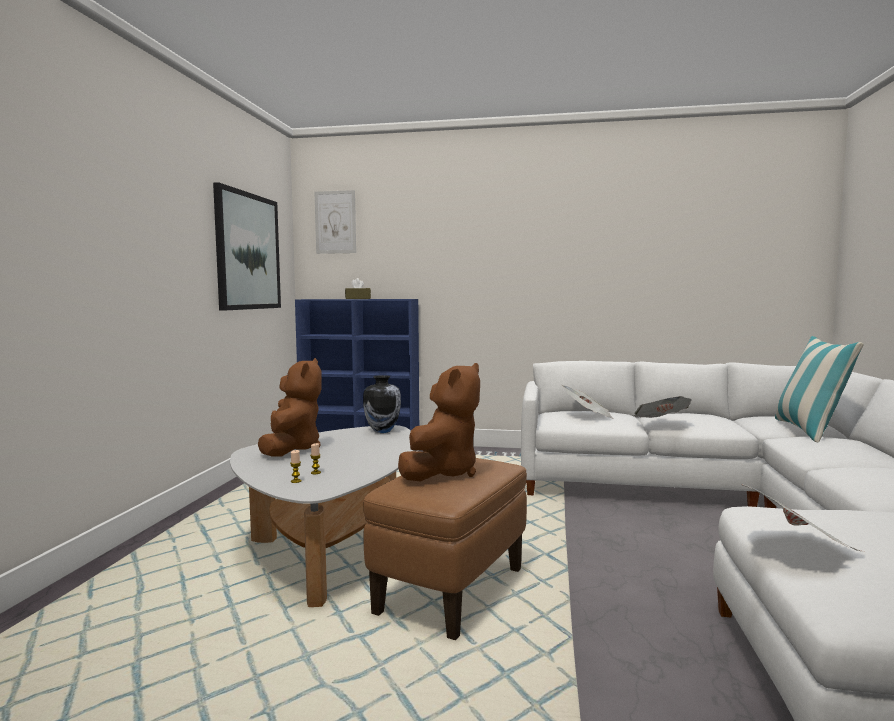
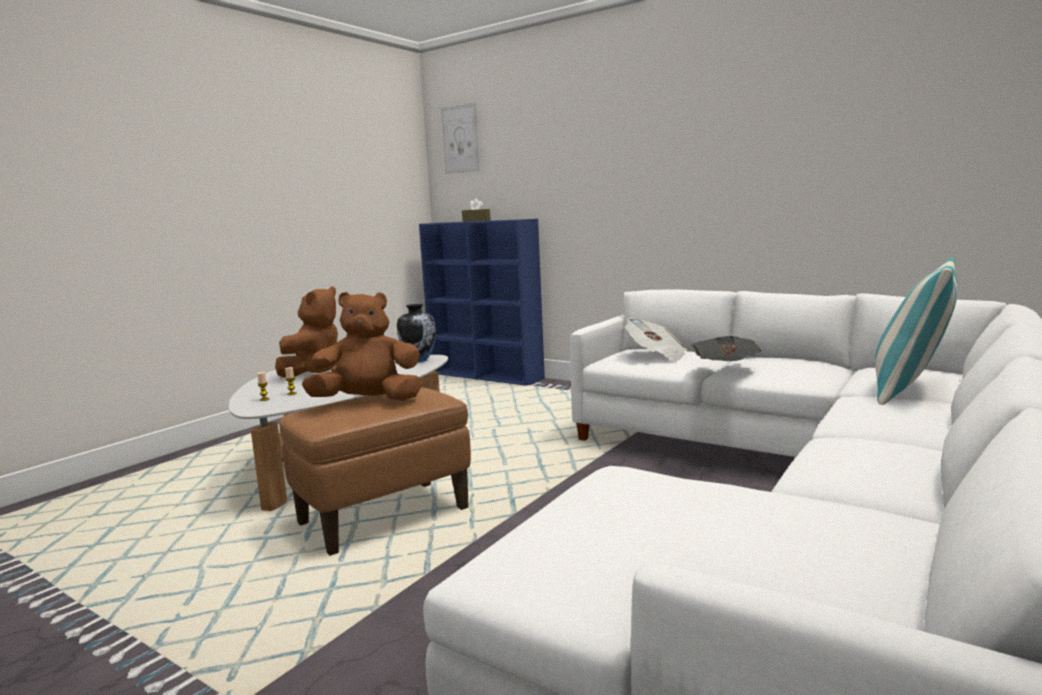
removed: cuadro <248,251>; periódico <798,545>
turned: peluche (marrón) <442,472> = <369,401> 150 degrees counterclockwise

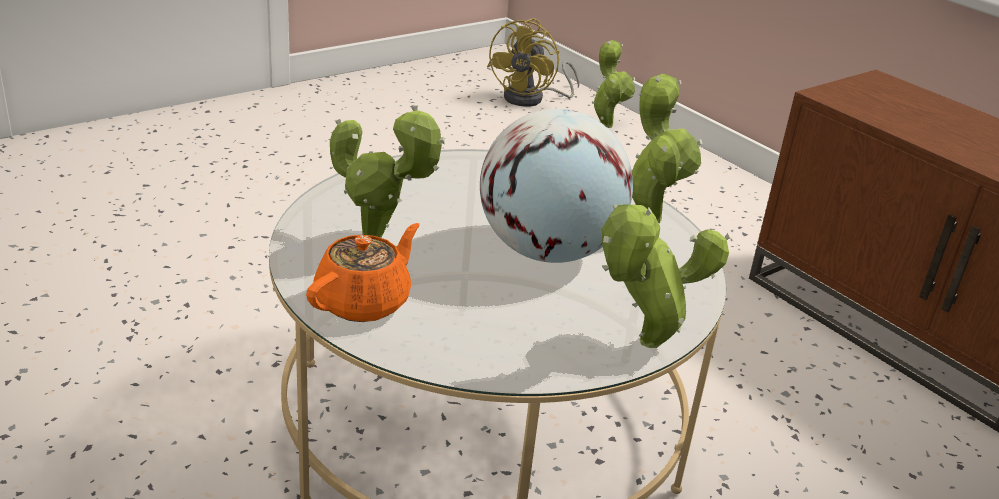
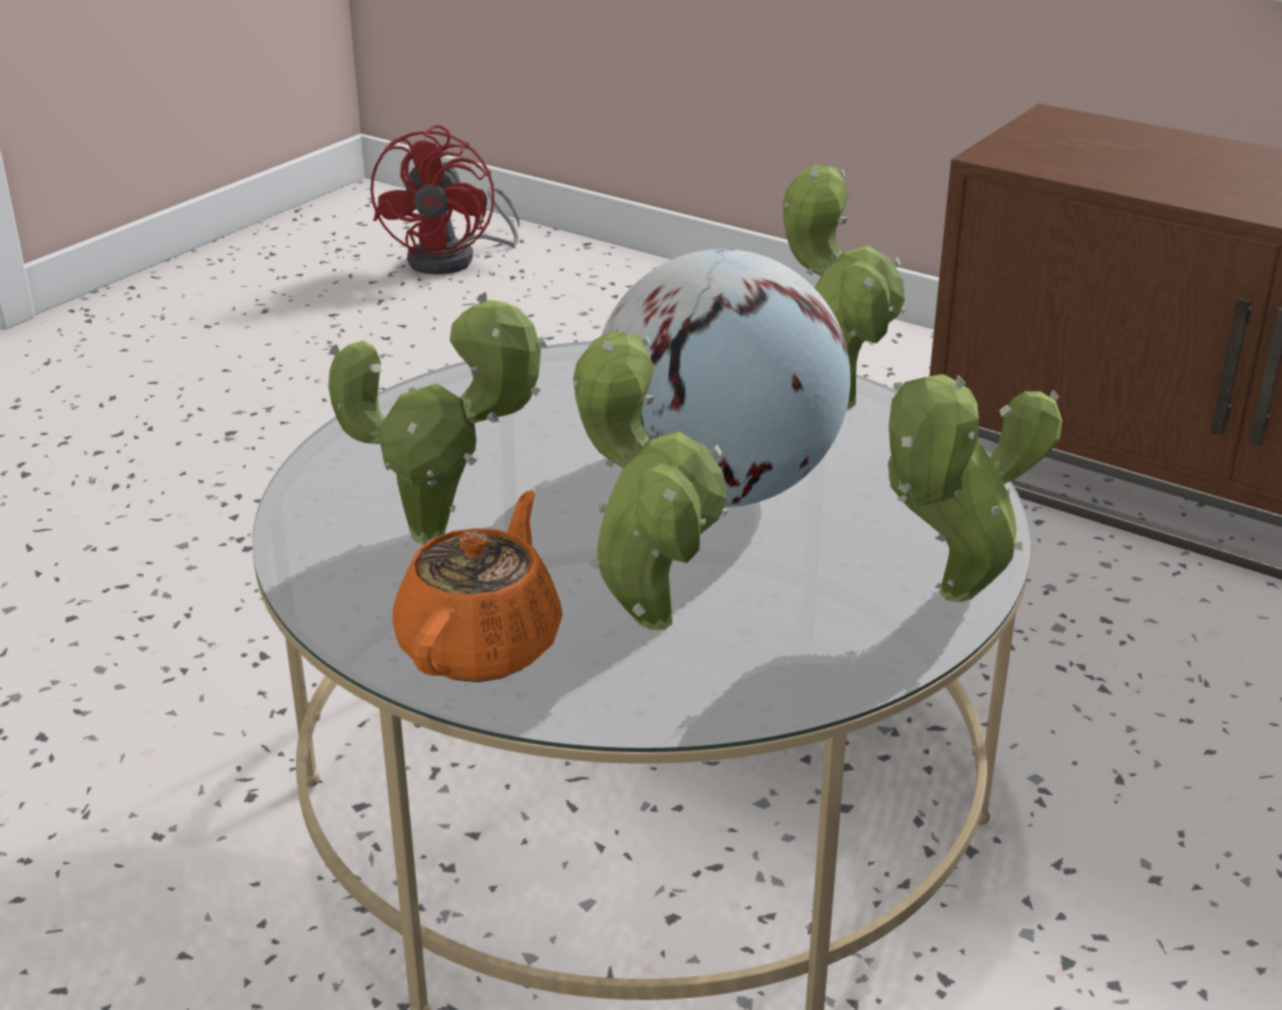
moved: planta en maceta <606,123> to <648,613>
recoloured: ventilador (amarillo) <532,99> to ventilador (rojo) <454,259>

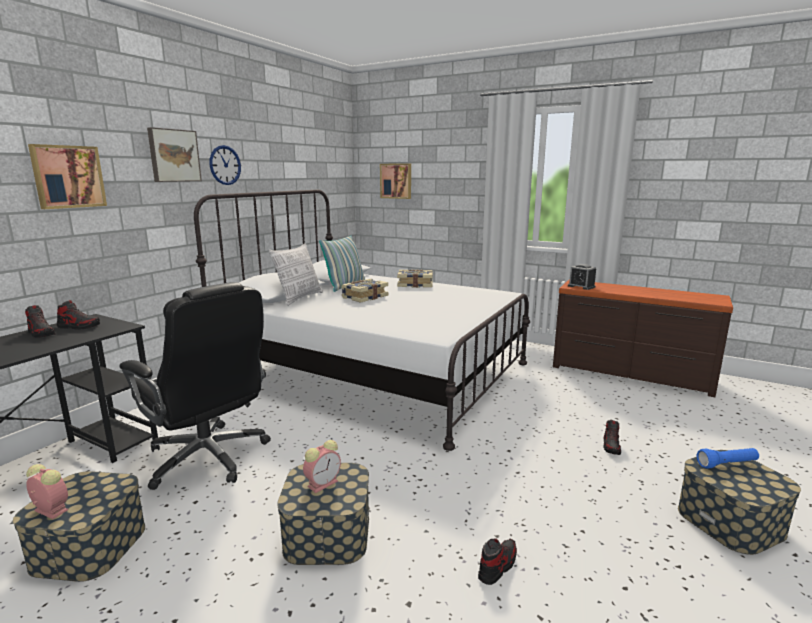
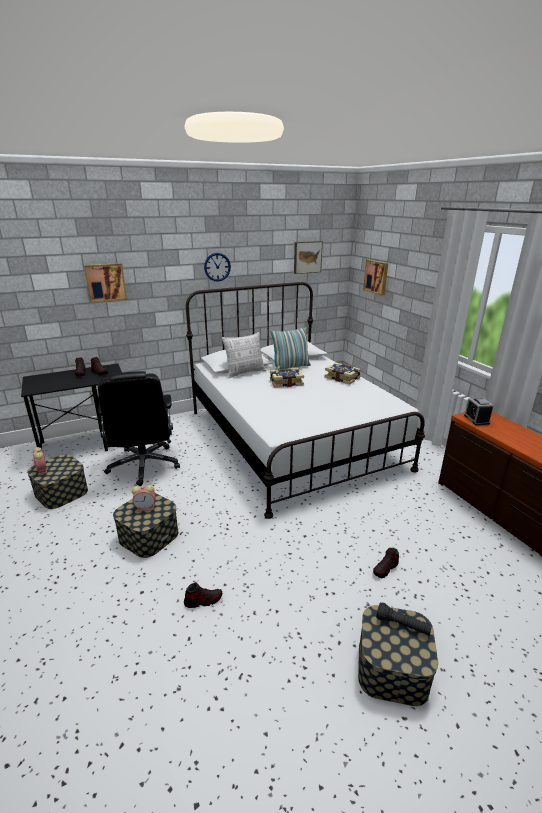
moved: cuadro <173,155> to <307,257>
recoloured: linterna (azul) <727,464> to linterna (negro) <402,625>

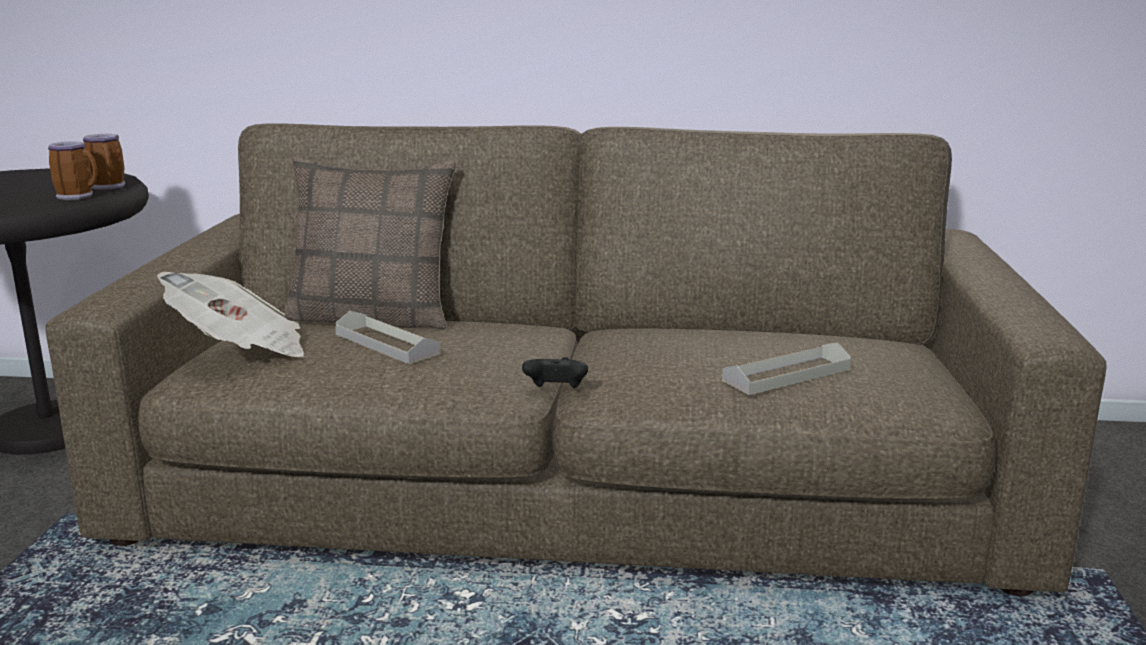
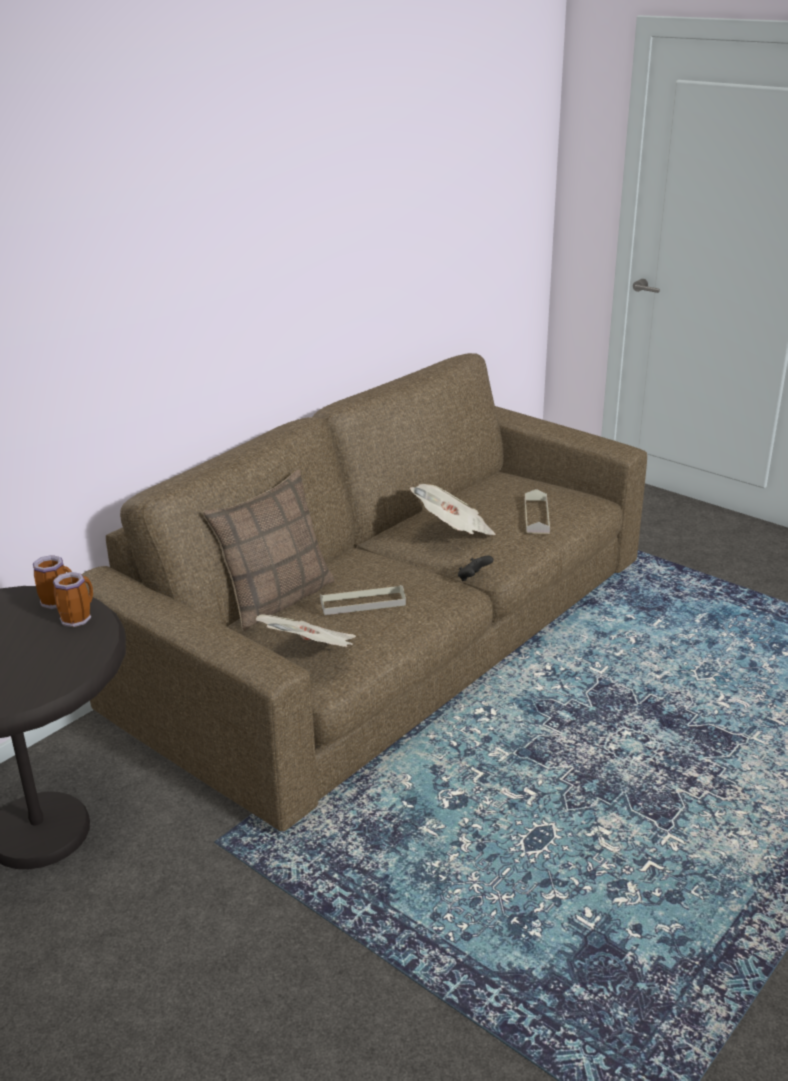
added: periódico <453,530>

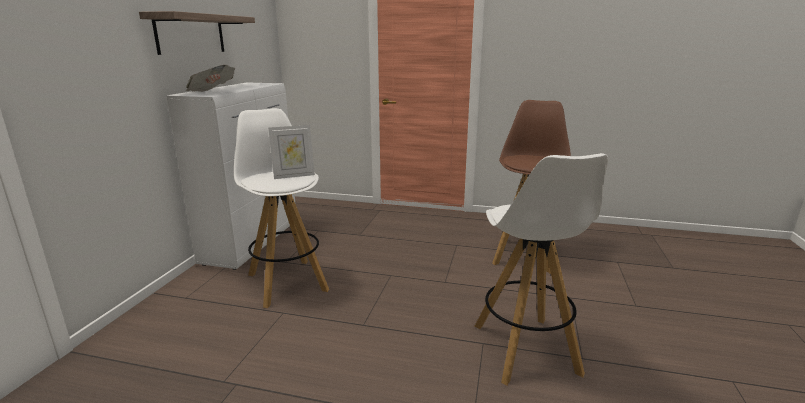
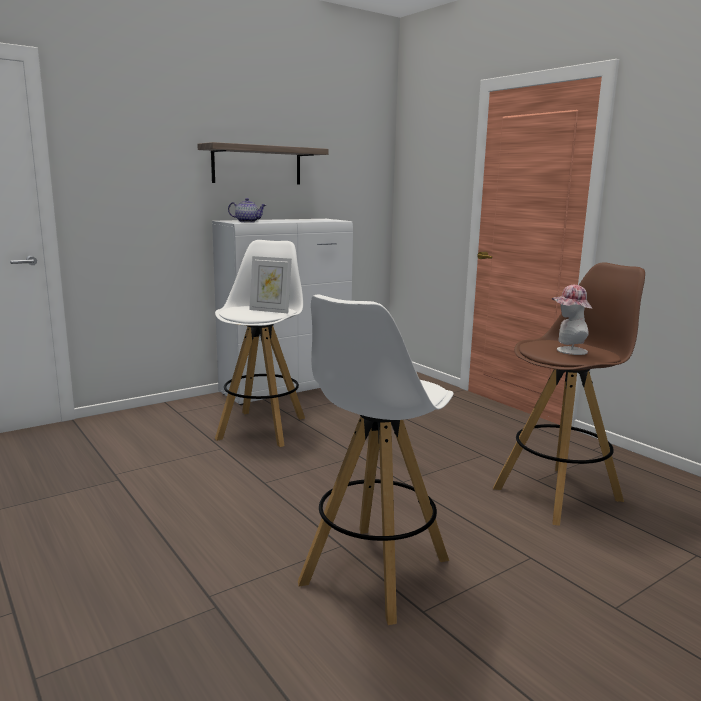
added: sombrero <567,351>
replaced: periódico <212,93> to tetera <247,222>

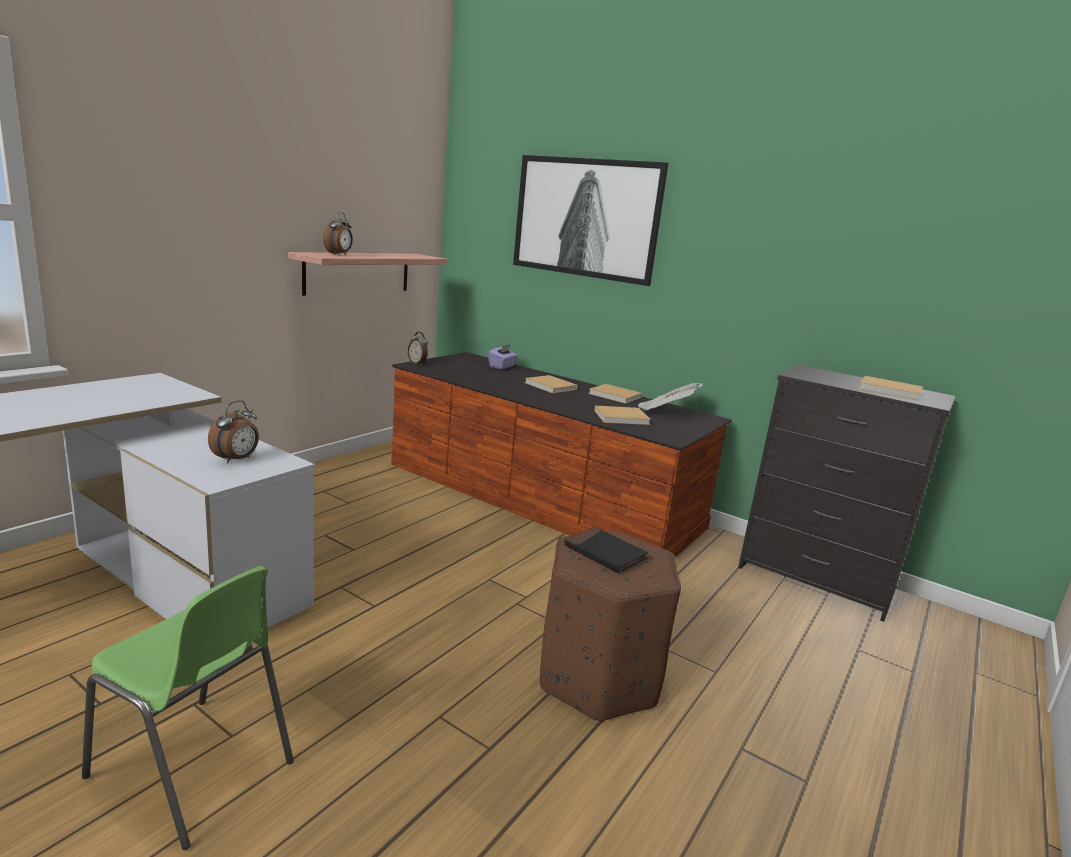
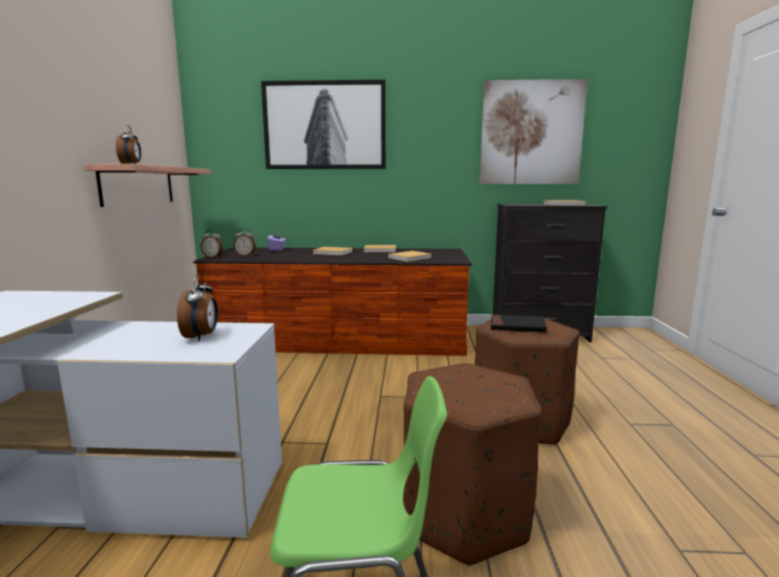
removed: periódico <665,411>
added: cuadro <531,133>; despertador <245,255>; puf (marrón) <464,515>

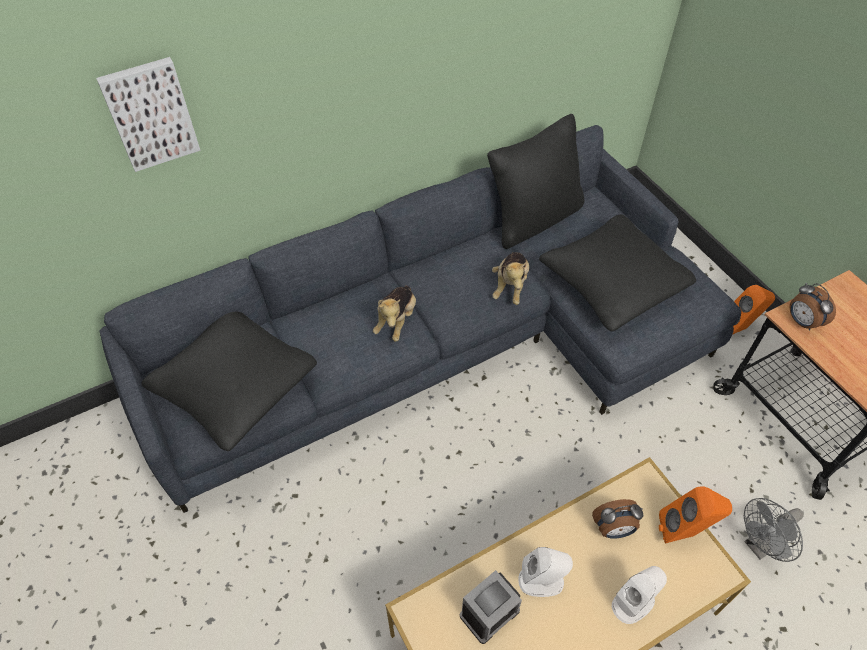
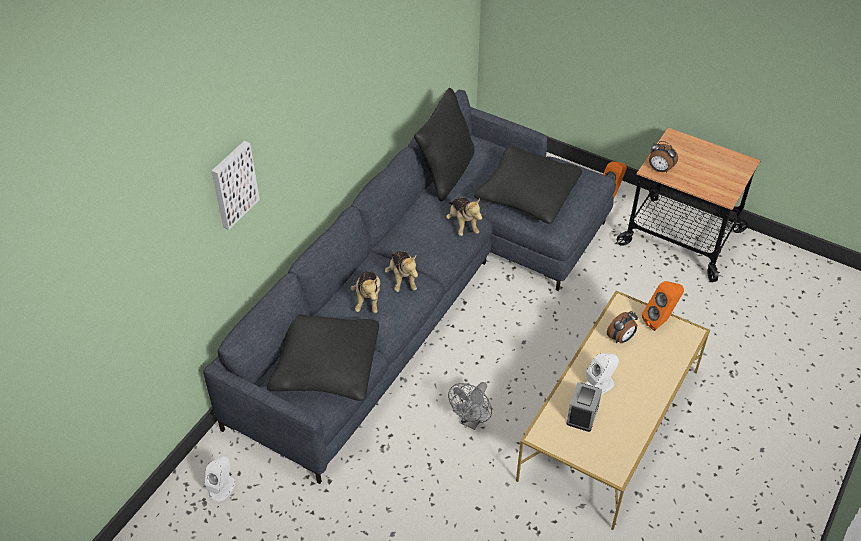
added: peluche <368,299>
moved: ventilador (gris) <760,545> to <472,421>; altavoz (blanco) <633,602> to <222,487>

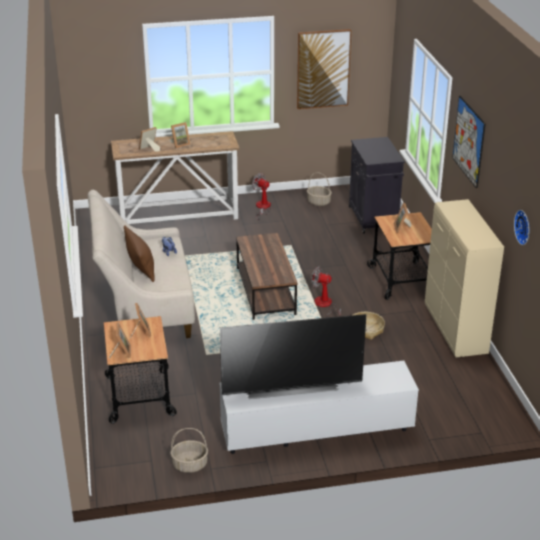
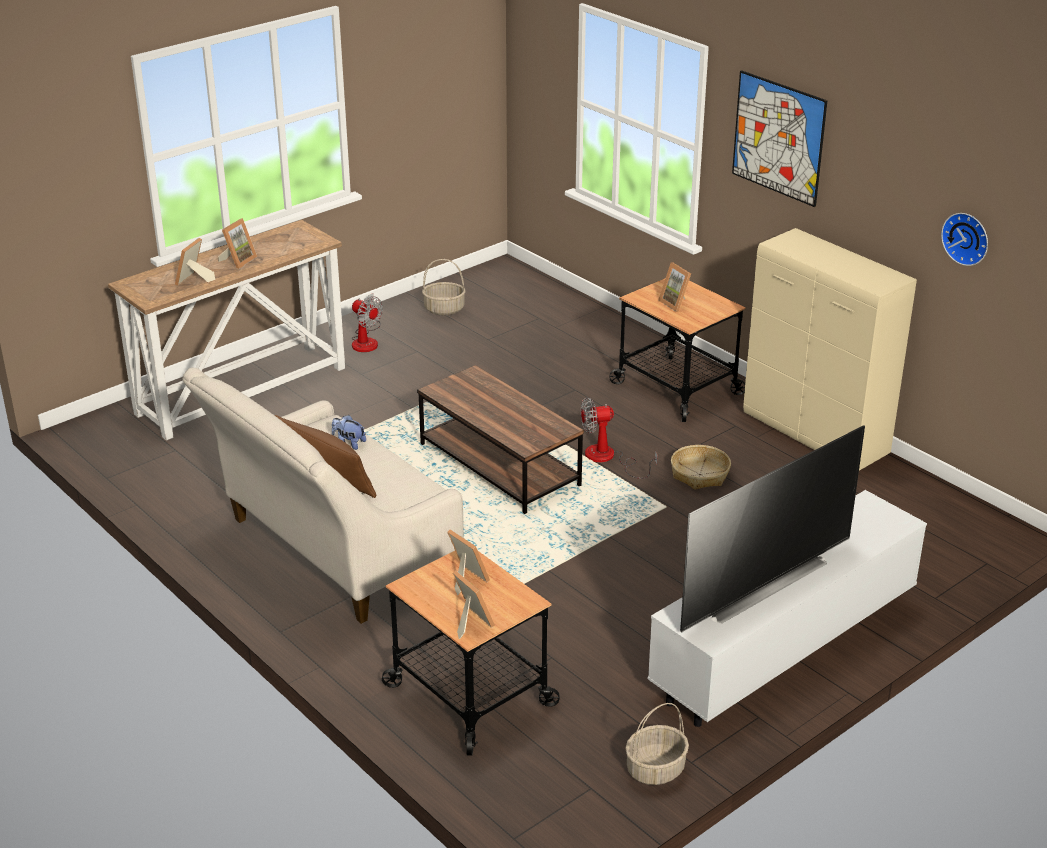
removed: cuadro <323,69>; armario (negro) <373,219>
turned: ventilador <262,208> = <366,340> 150 degrees counterclockwise

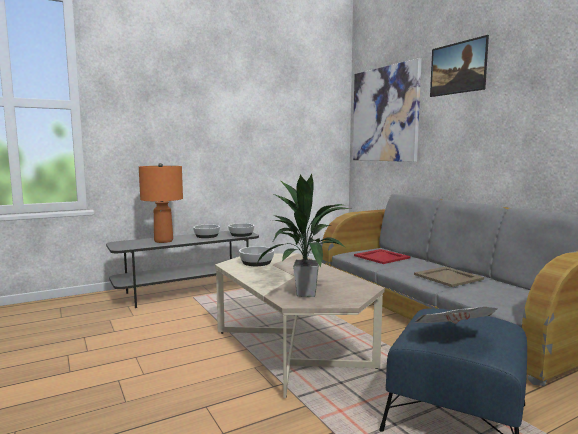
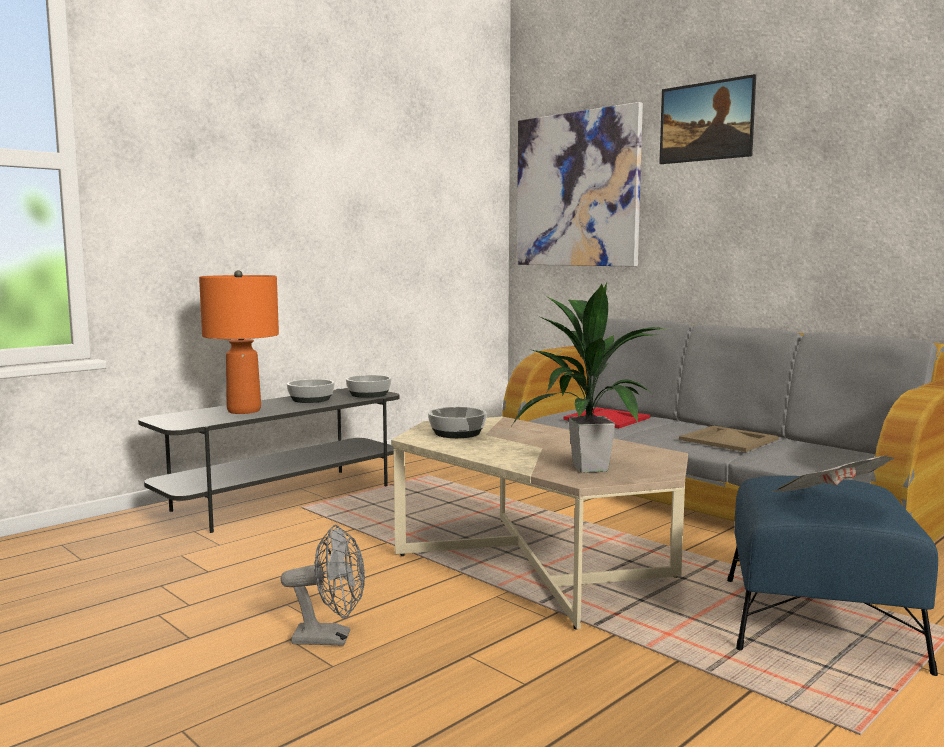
added: ventilador (gris) <331,638>

